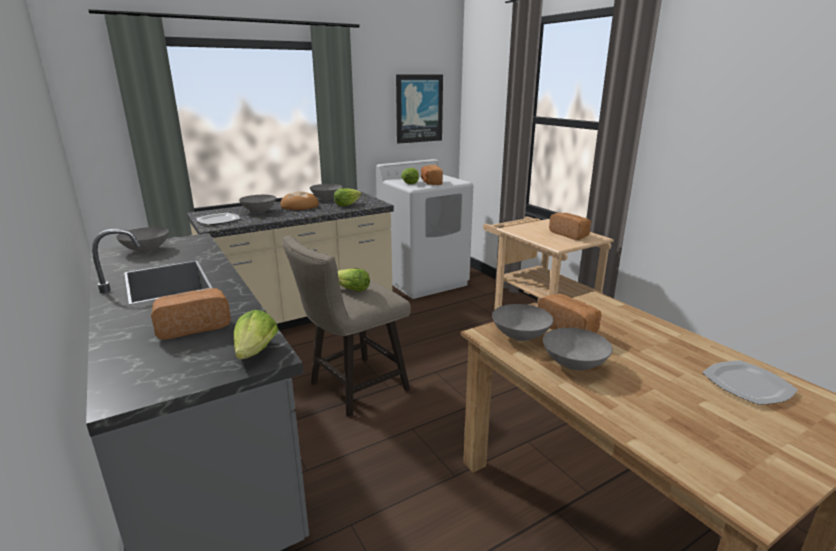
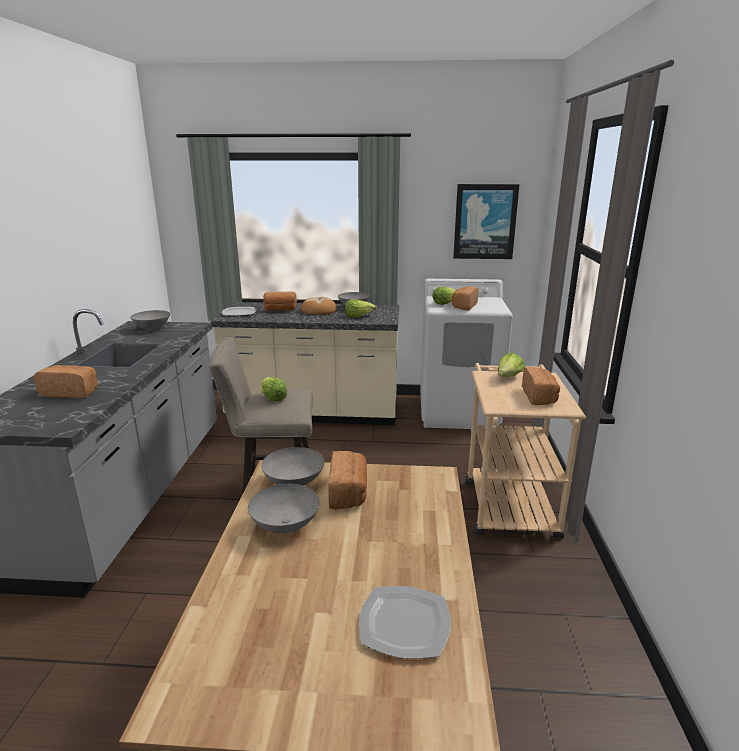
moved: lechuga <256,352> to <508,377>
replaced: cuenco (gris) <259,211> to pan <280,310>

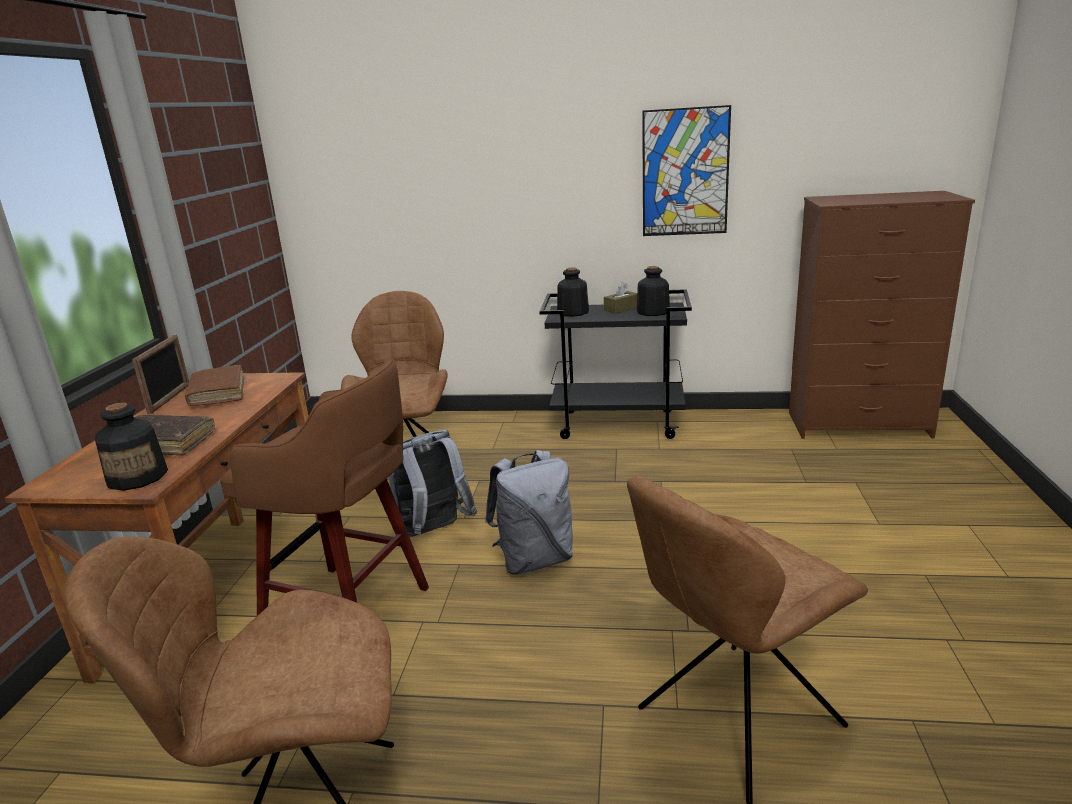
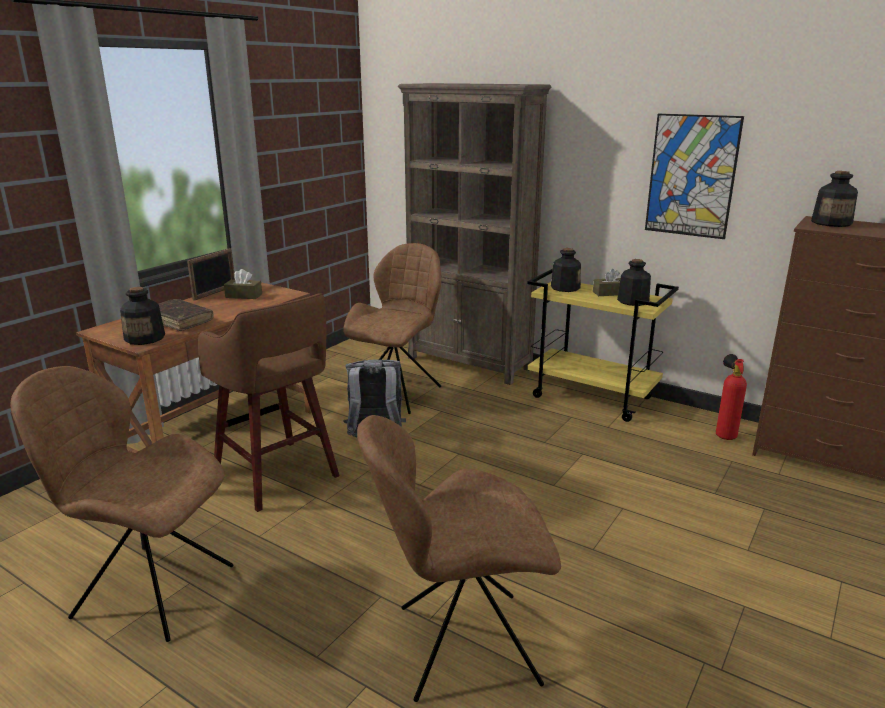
removed: mochila (gris) <534,560>
added: estantería (marrón) <469,363>; botella <831,223>; extintor <724,435>
replaced: libro (marrón) <218,393> to caja de pañuelos (marrón) <244,296>
recoloured: carrito (negro) <619,424> to carrito (amarillo) <593,397>

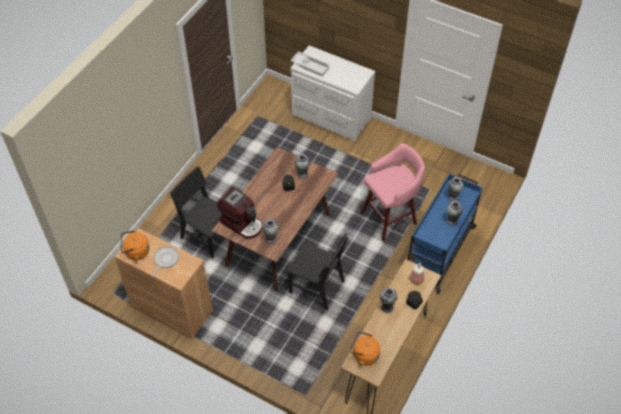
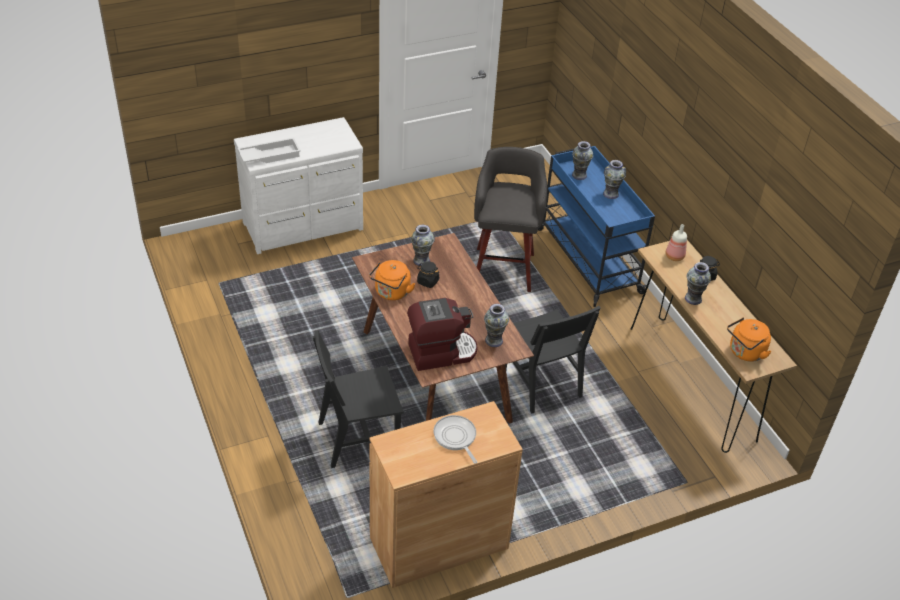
moved: hervidor (naranja) <136,252> to <391,293>
recoloured: taburete (rosa) <390,217> to taburete (gris) <503,268>
turned: silla (negro) <316,287> = <541,383> 90 degrees clockwise

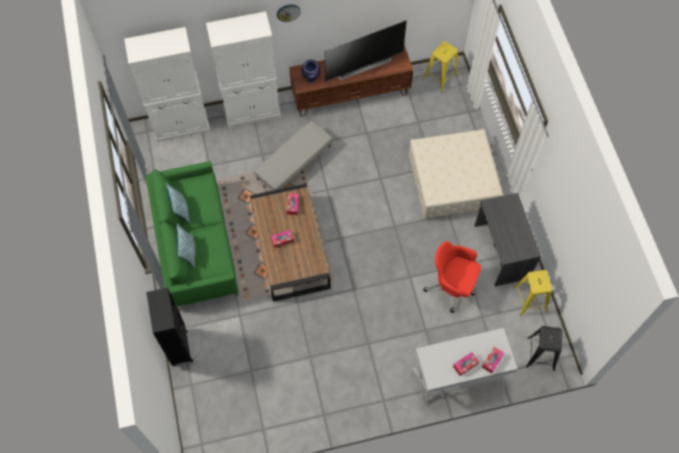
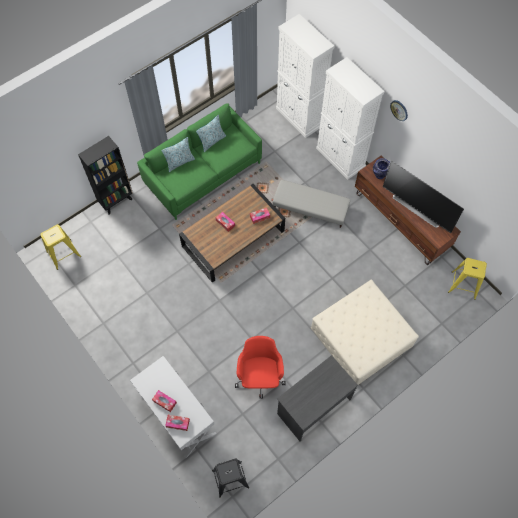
moved: taburete (amarillo) <530,299> to <63,254>

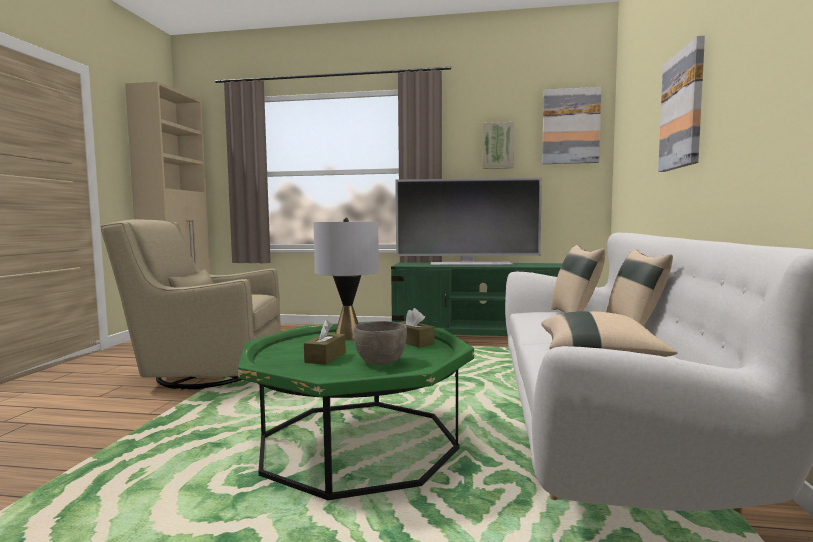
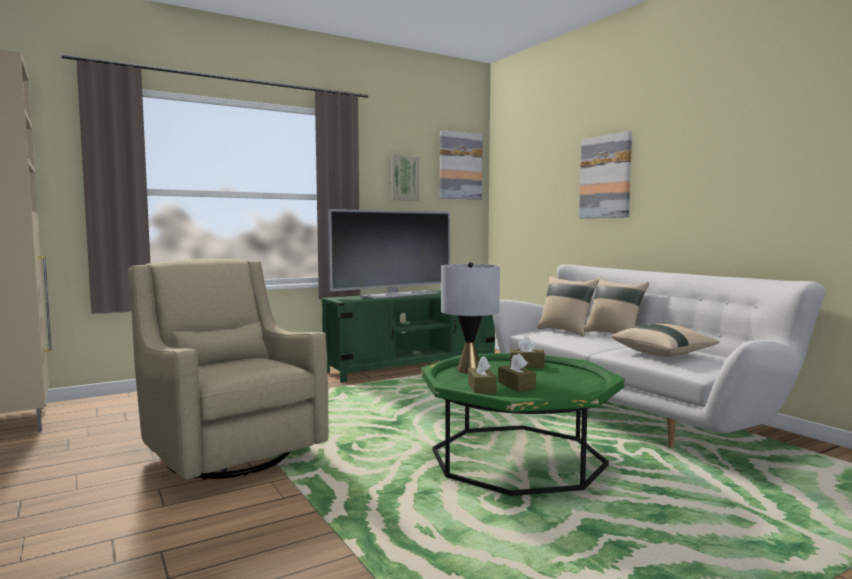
removed: cuenco (gris) <380,362>
added: caja de pañuelos (marrón) <481,389>
turned: sillón (beis) <204,373> = <228,452> 90 degrees clockwise

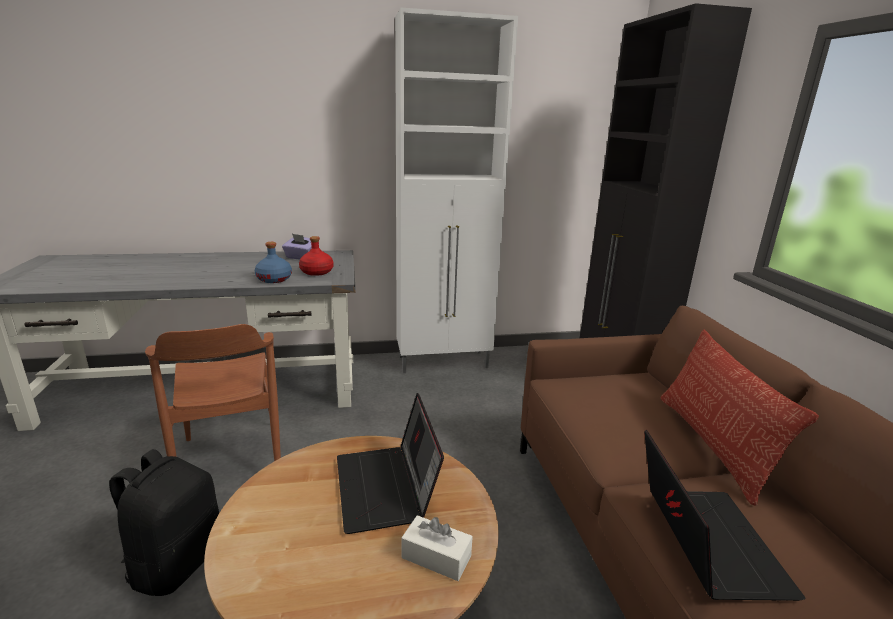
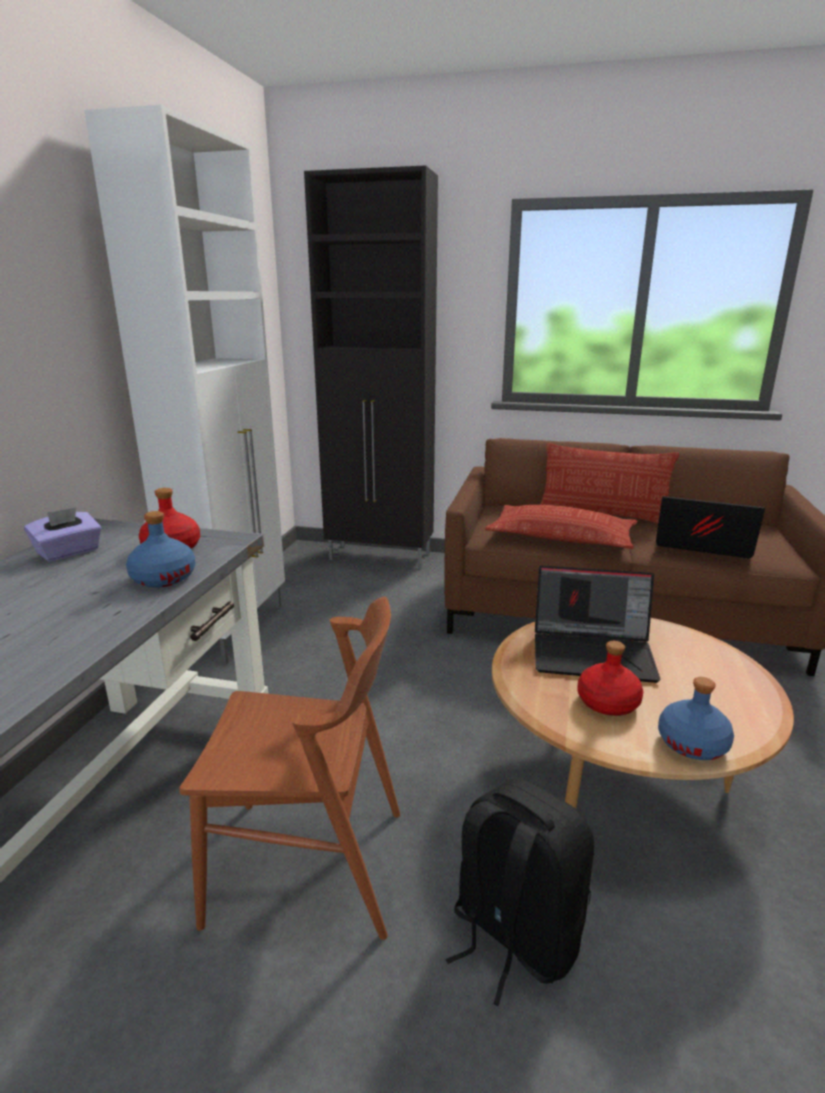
removed: caja de pañuelos (blanco) <436,557>
added: cojín <561,536>; botella (rojo) <607,703>; botella (azul) <692,744>

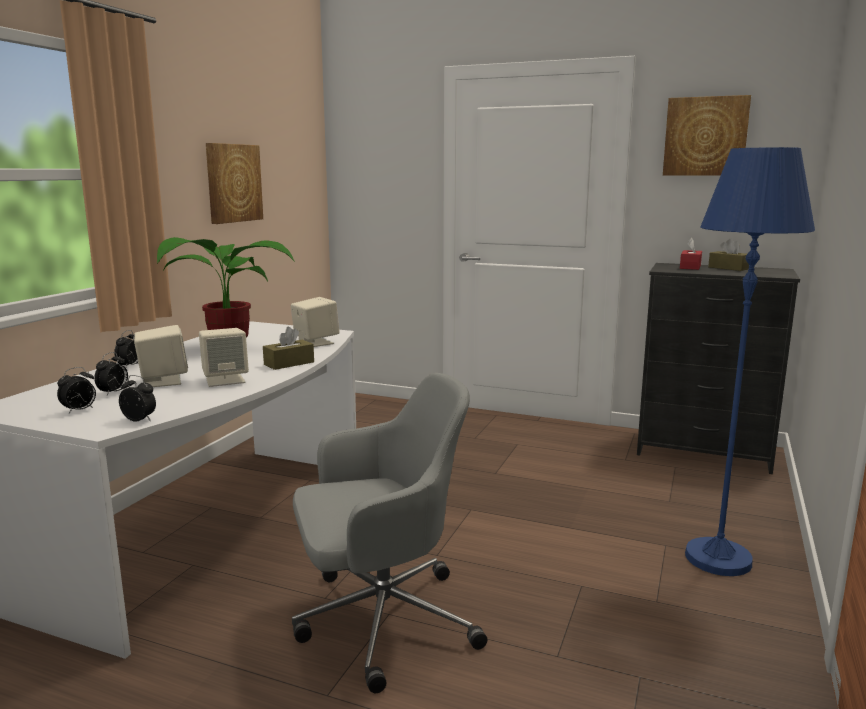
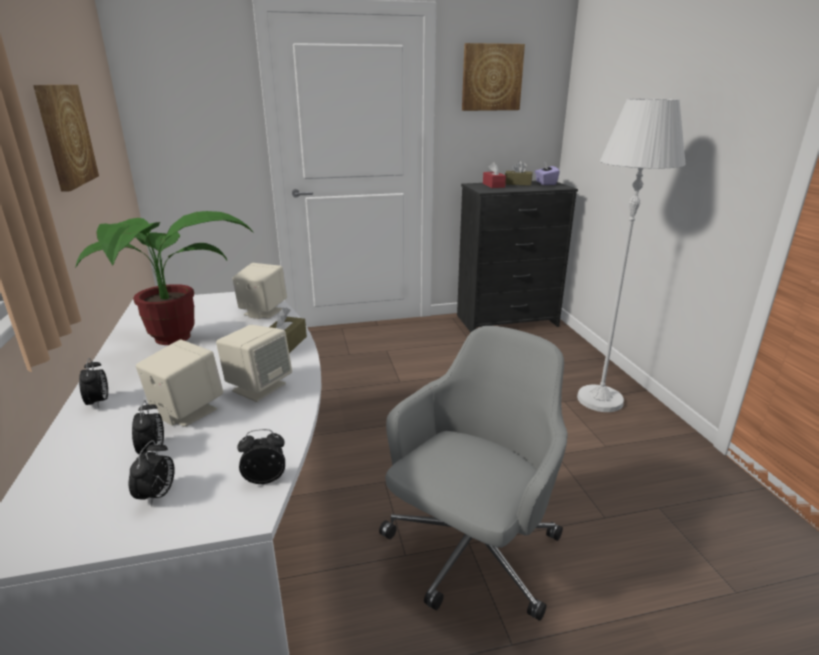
added: caja de pañuelos (morado) <545,183>
recoloured: lámpara de pie (azul) <718,558> to lámpara de pie (blanco) <600,399>

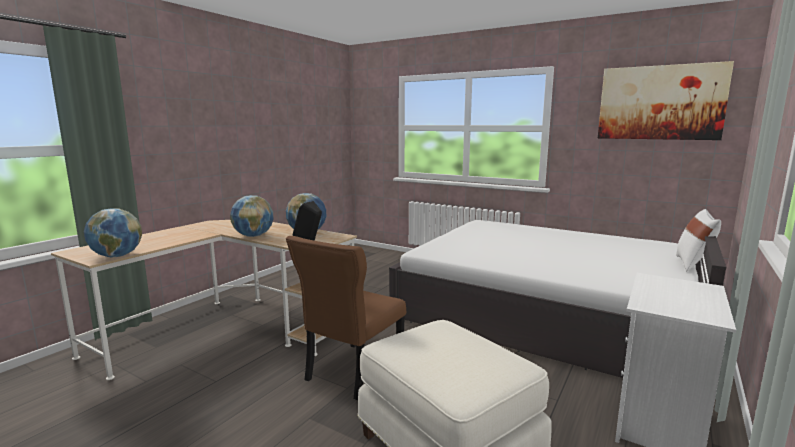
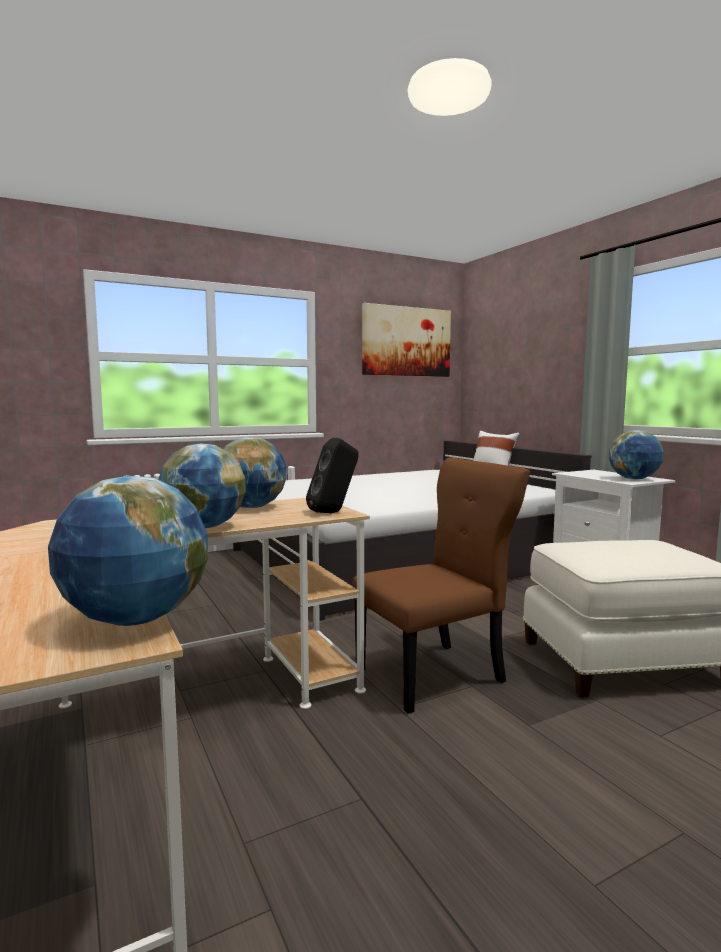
added: globo terráqueo <634,479>
turned: silla (marrón) <352,372> = <435,674> 90 degrees counterclockwise

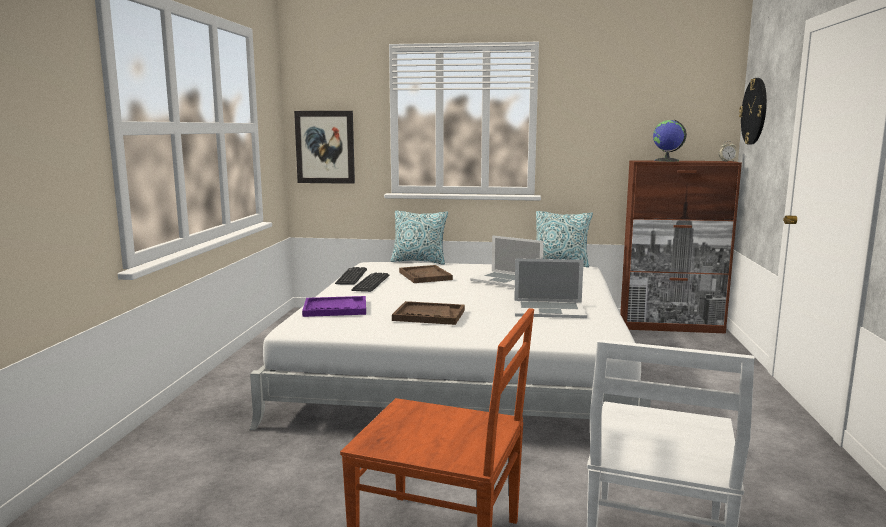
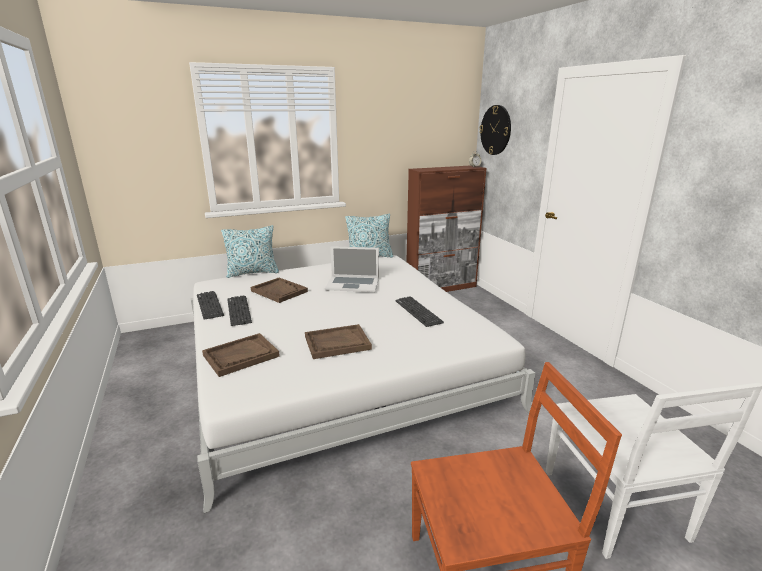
removed: cuadro <325,147>; globo terráqueo <666,161>
replaced: portátil <549,310> to teclado <418,311>
recoloured: bandeja (morado) <335,309> to bandeja (marrón) <241,356>

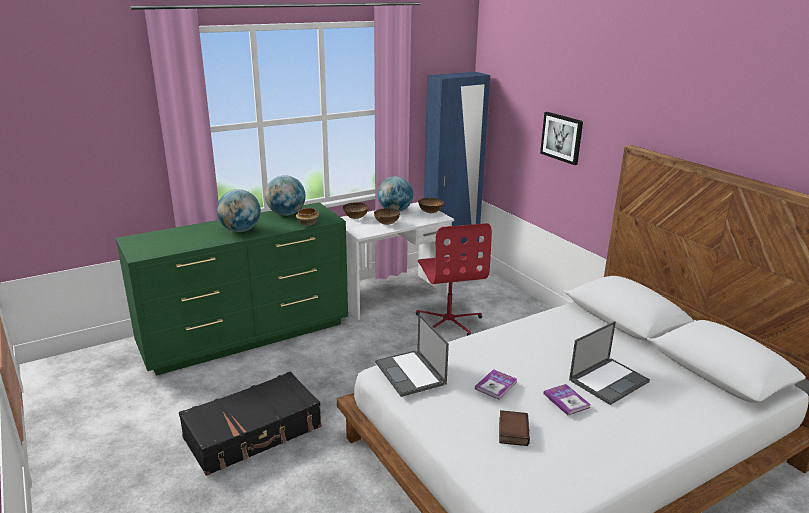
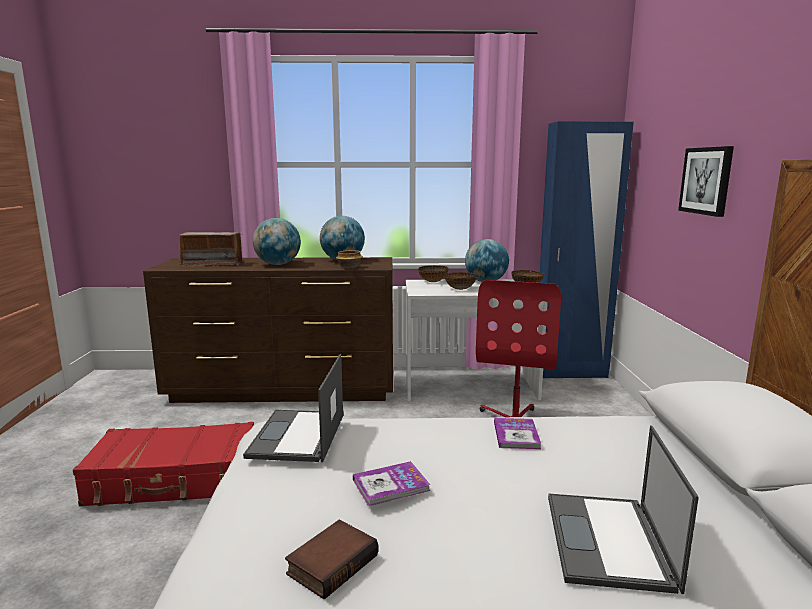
added: radio <213,264>
moved: libro <566,400> to <516,435>
recoloured: cómoda (verde) <247,336> to cómoda (marrón) <284,390>; maleta (negro) <254,433> to maleta (rojo) <175,480>
turned: portátil <609,380> = <609,542> 105 degrees clockwise

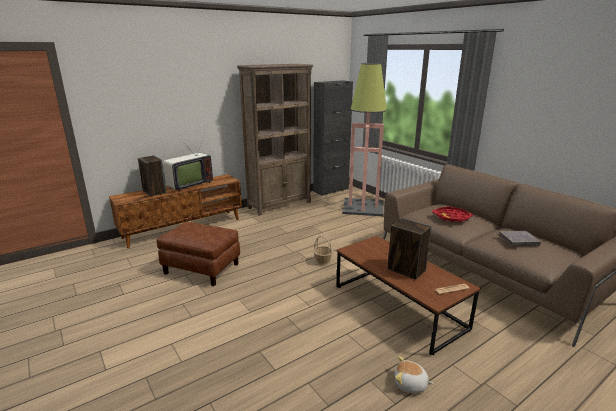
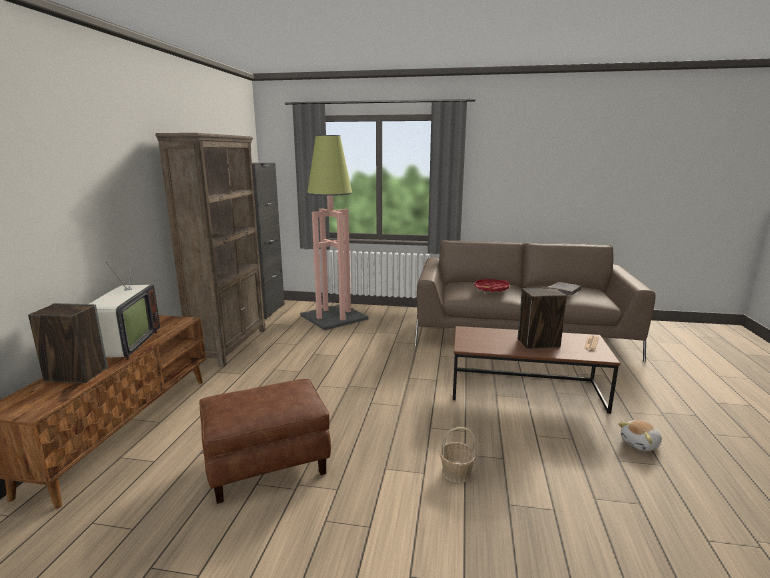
moved: cesta <322,261> to <456,472>

